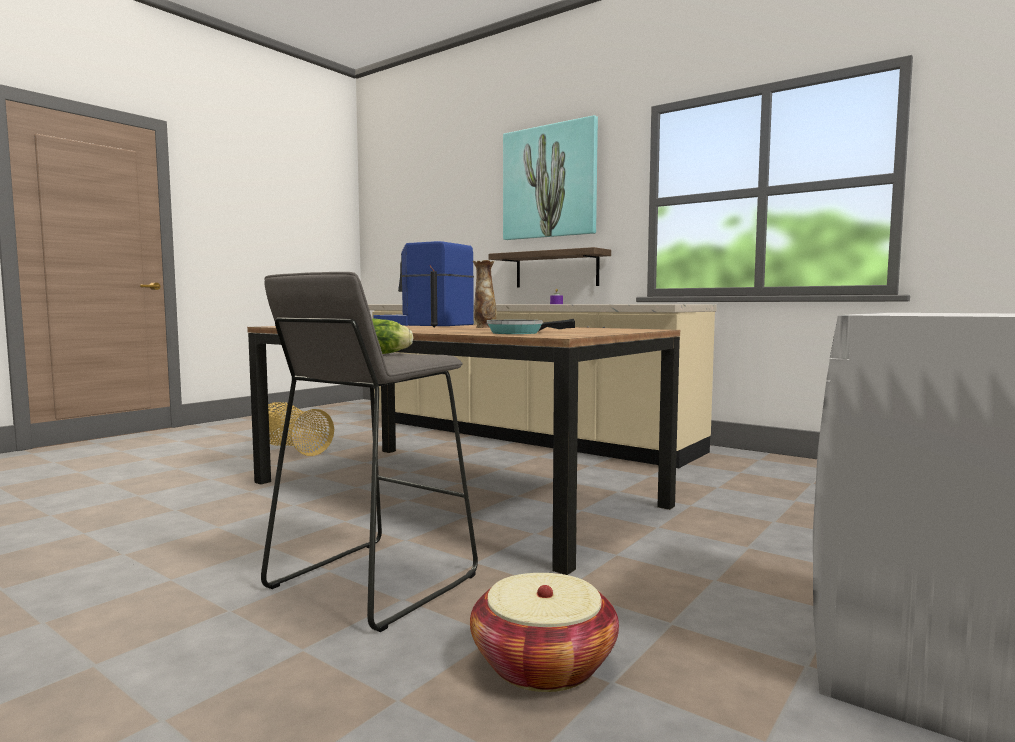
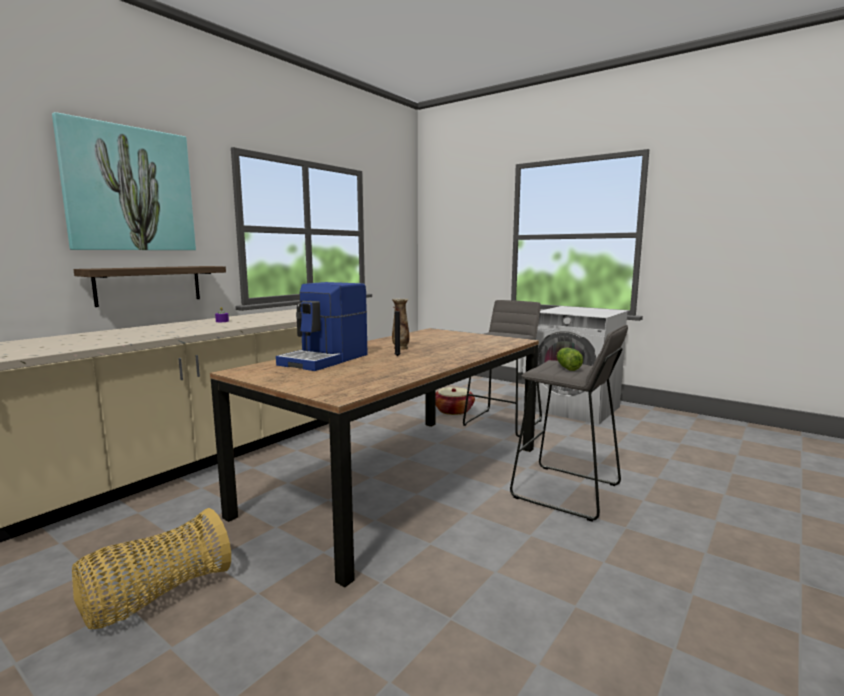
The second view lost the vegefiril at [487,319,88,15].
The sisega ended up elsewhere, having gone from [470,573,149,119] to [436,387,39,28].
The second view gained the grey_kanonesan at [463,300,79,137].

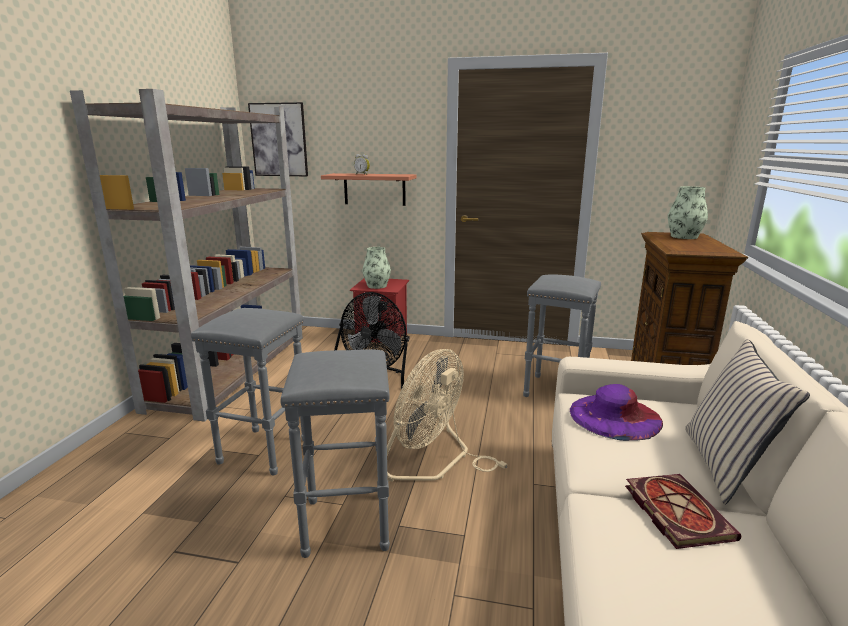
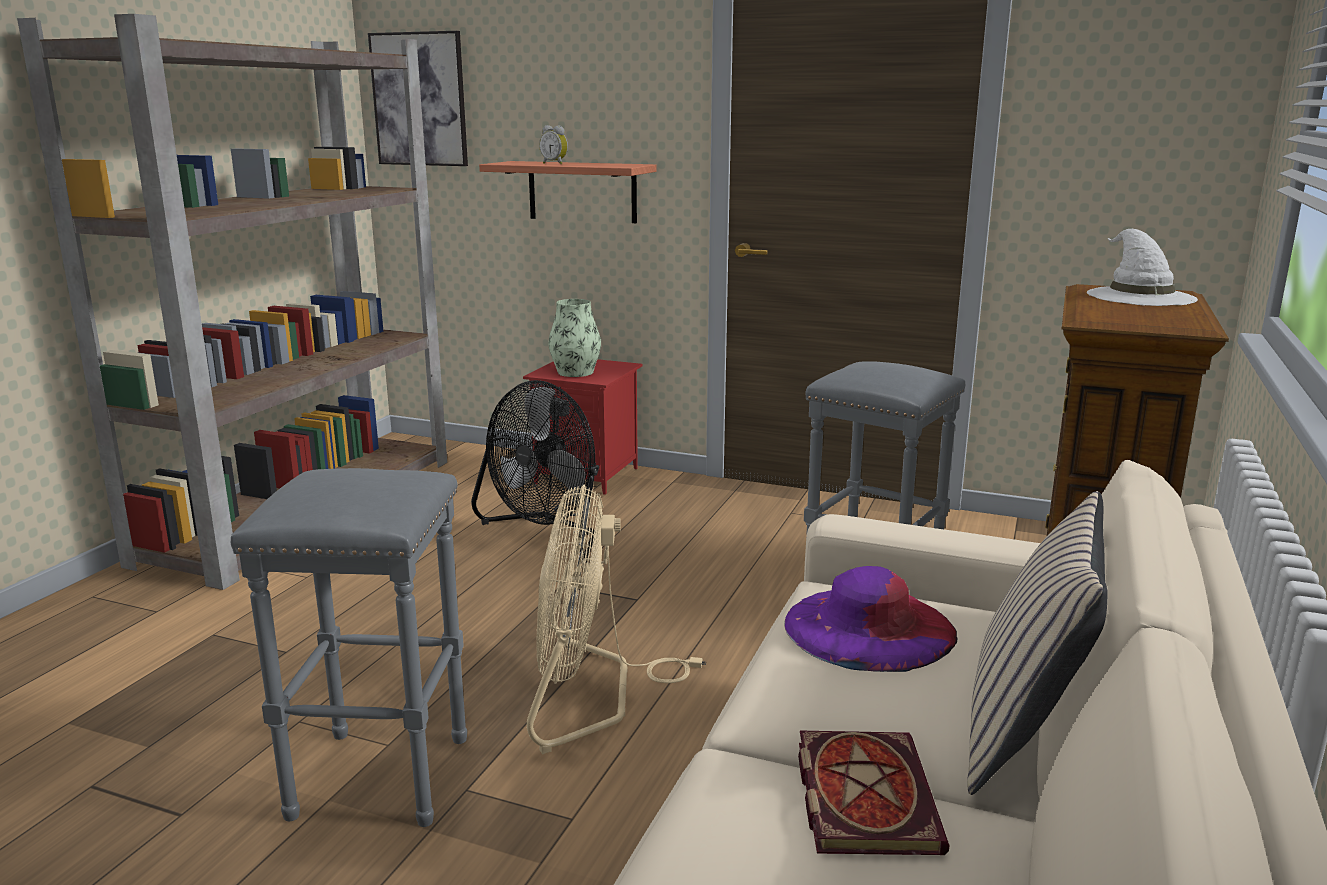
Where the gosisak stood at [668,186,40,53], the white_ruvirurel came to stand at [1087,229,111,77].
The second view lost the grey_kanonesan at [191,308,113,167].
The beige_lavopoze at [387,349,120,133] ended up facing another way, 45 degrees counterclockwise from before.

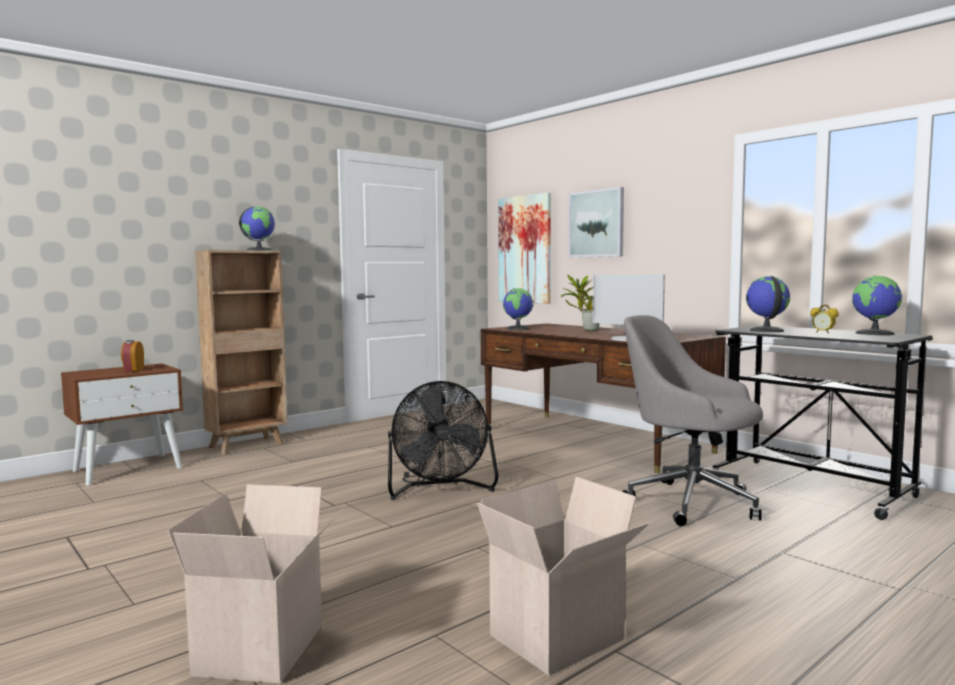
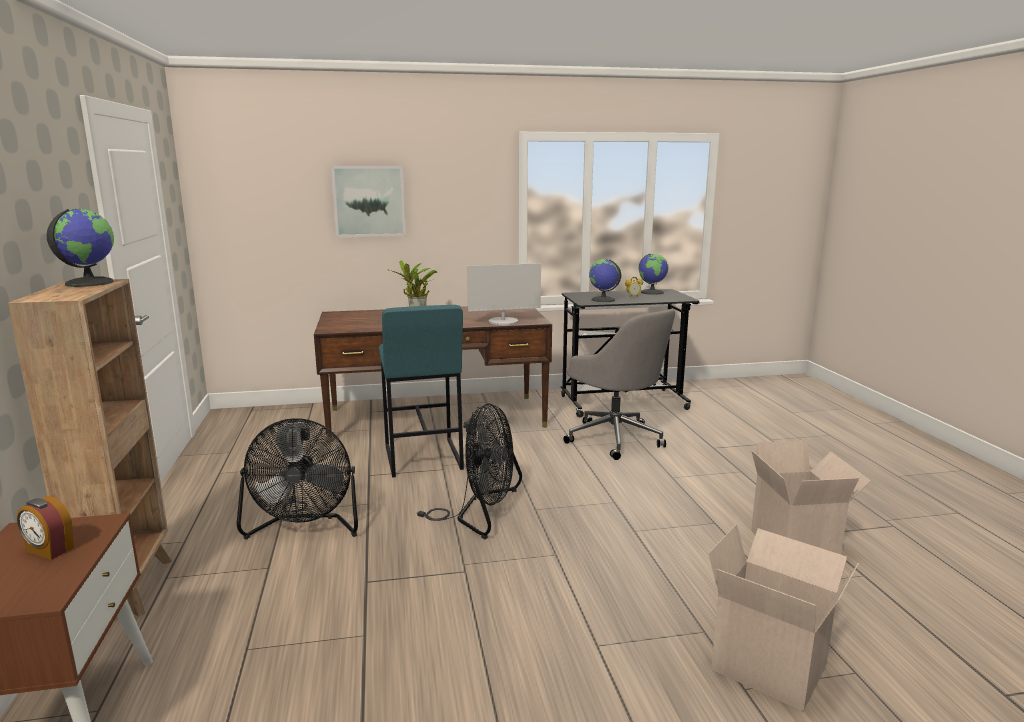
The second view lost the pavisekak at [498,193,53,111].
The second view lost the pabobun at [503,288,30,42].
The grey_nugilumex at [622,315,141,211] ended up facing another way, 105 degrees counterclockwise from before.
The second view gained the turquoise_kanonesan at [379,305,85,172].
The second view gained the black_lavopoze at [237,418,121,122].

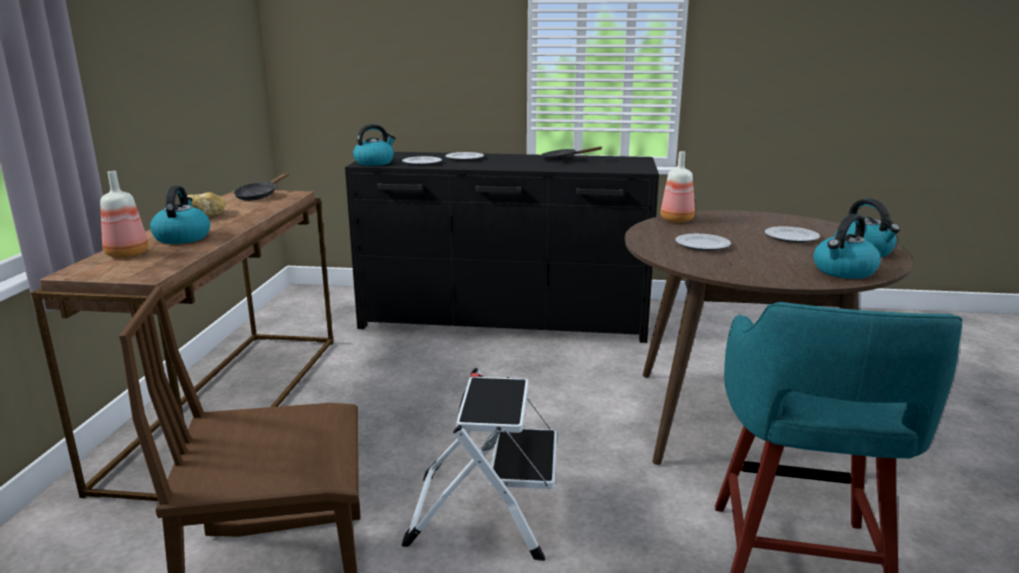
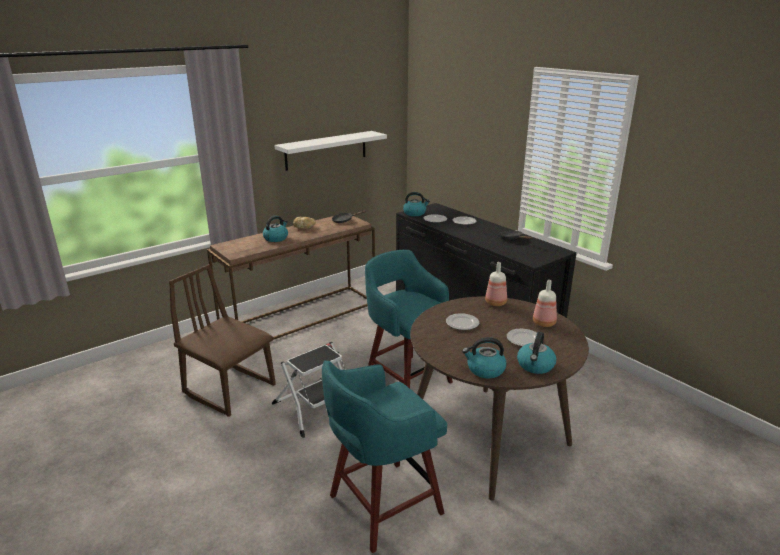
The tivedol ended up elsewhere, having gone from [100,171,49,87] to [533,280,24,47].
The second view gained the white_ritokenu at [274,131,113,40].
The second view gained the turquoise_kanonesan at [365,250,88,138].

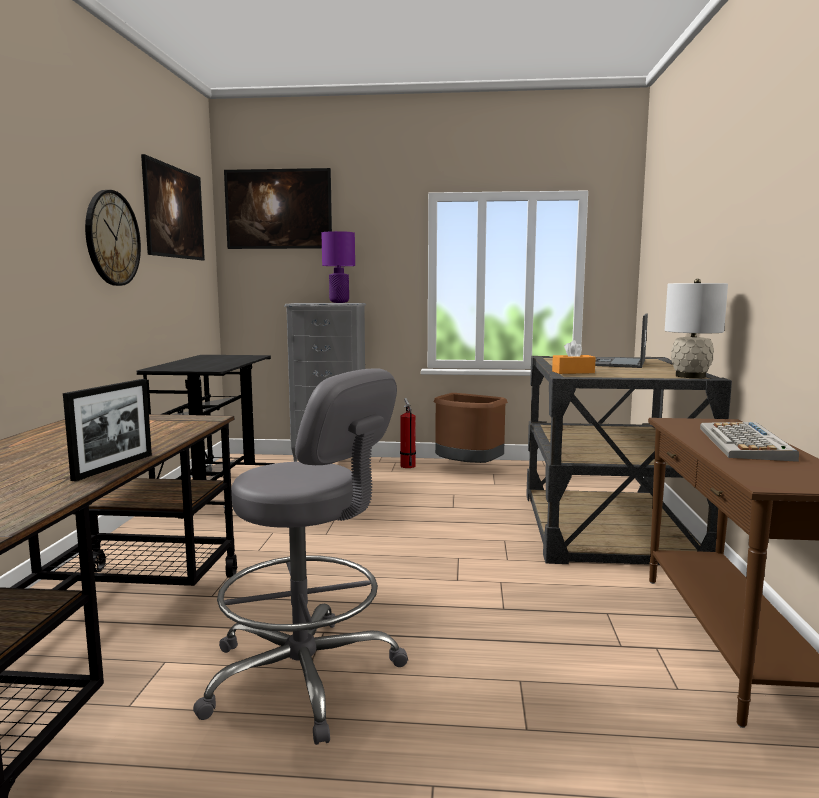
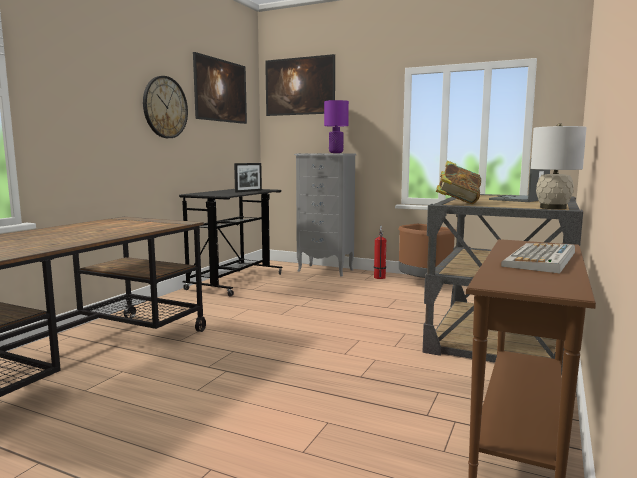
Where the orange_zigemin stood at [552,340,44,34], the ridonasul came to stand at [436,161,45,43].
The second view lost the grey_kanonesan at [193,368,215,377].
The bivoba ended up elsewhere, having gone from [63,379,89,103] to [234,163,28,30].

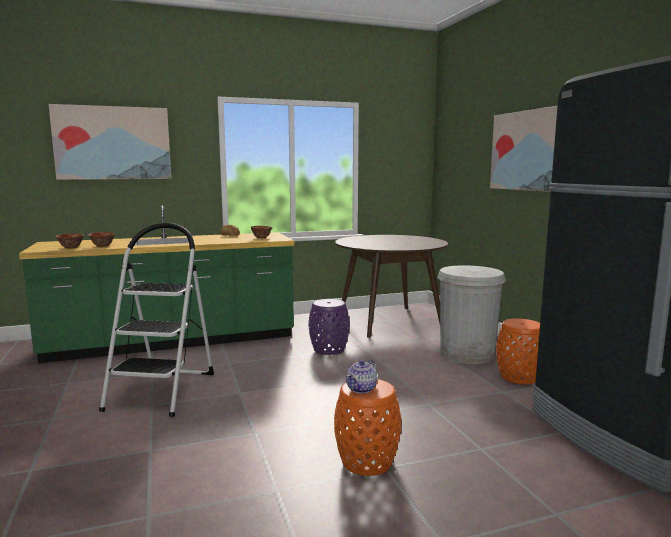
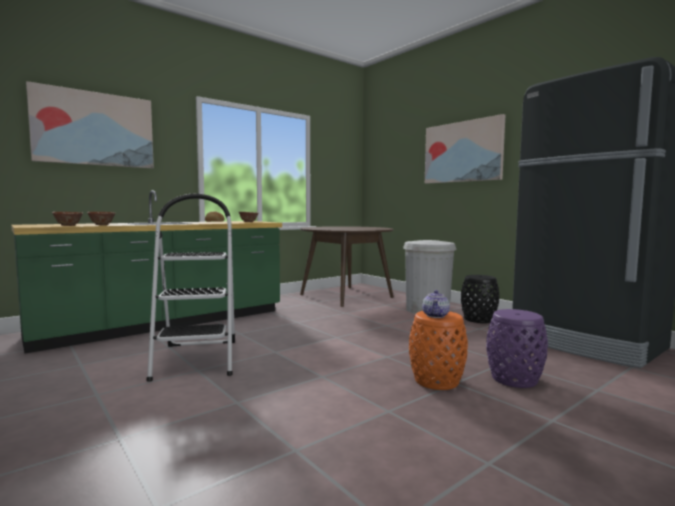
The purple_kanonesan ended up elsewhere, having gone from [308,299,42,56] to [486,309,62,79].
What was the orange_kanonesan at [496,319,44,65] turned into the black_kanonesan at [461,275,38,48].

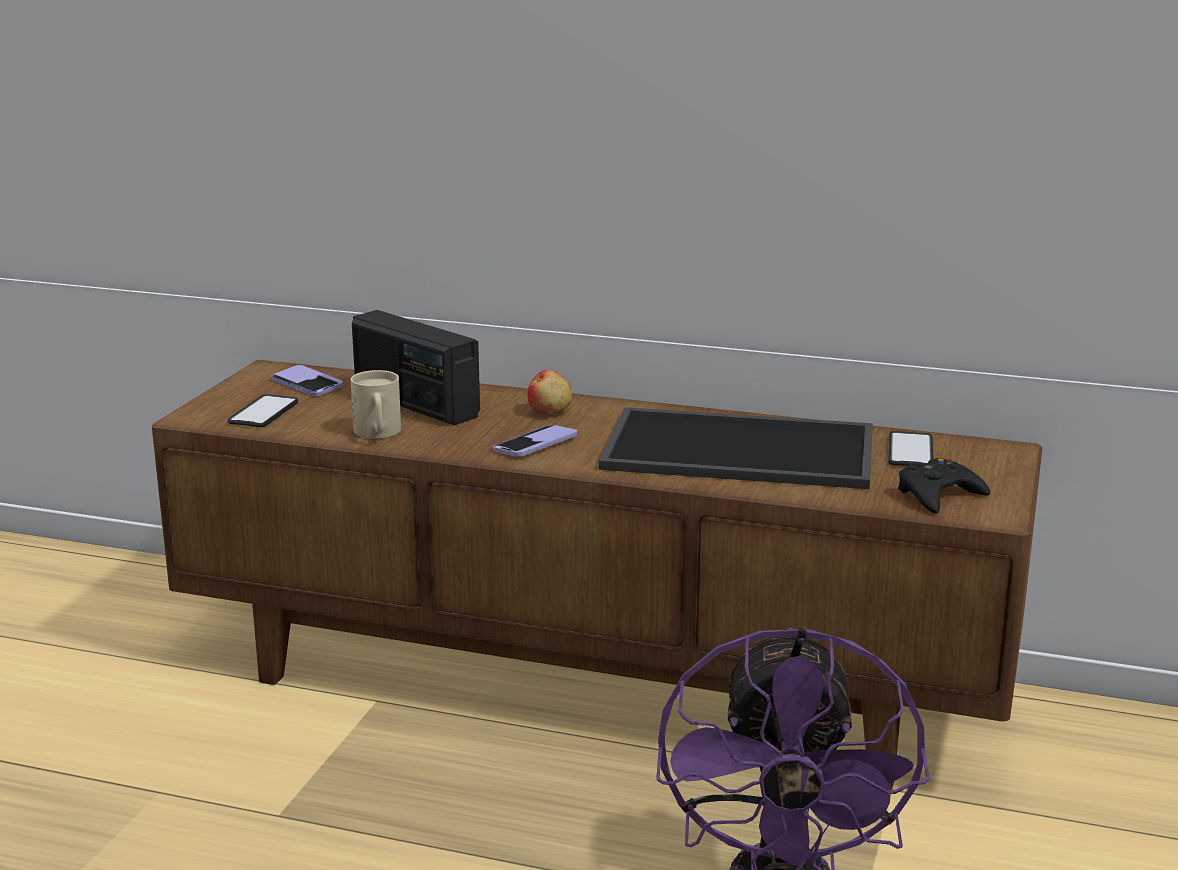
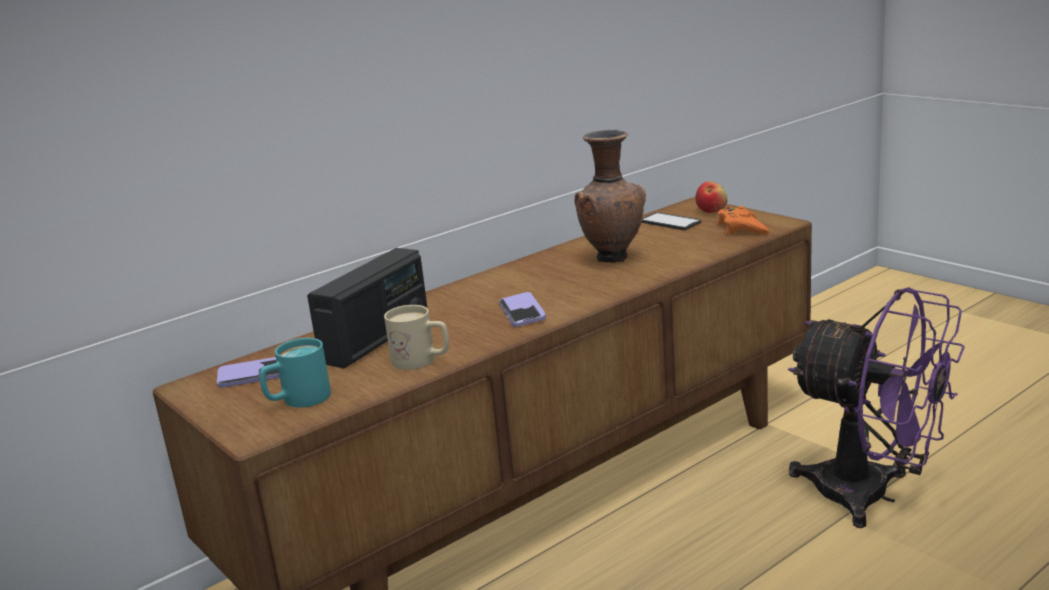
The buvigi at [352,310,128,115] ended up facing another way, 45 degrees counterclockwise from before.
The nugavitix ended up elsewhere, having gone from [527,369,45,46] to [695,181,33,32].
Where the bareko stood at [228,394,70,33], the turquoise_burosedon came to stand at [259,338,72,70].
Where the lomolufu stood at [599,407,274,82], the brown_gosisak came to stand at [574,130,72,133].
What was the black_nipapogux at [898,458,92,56] turned into the orange_nipapogux at [718,206,52,29].

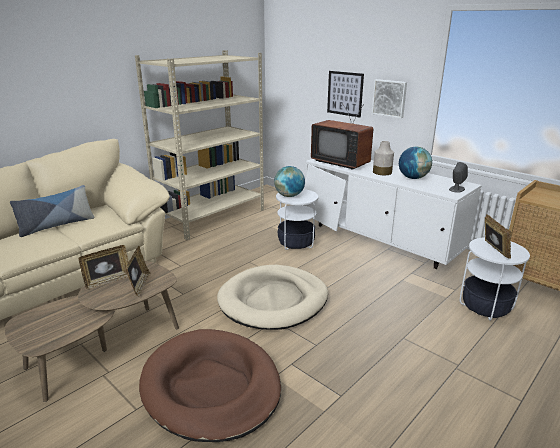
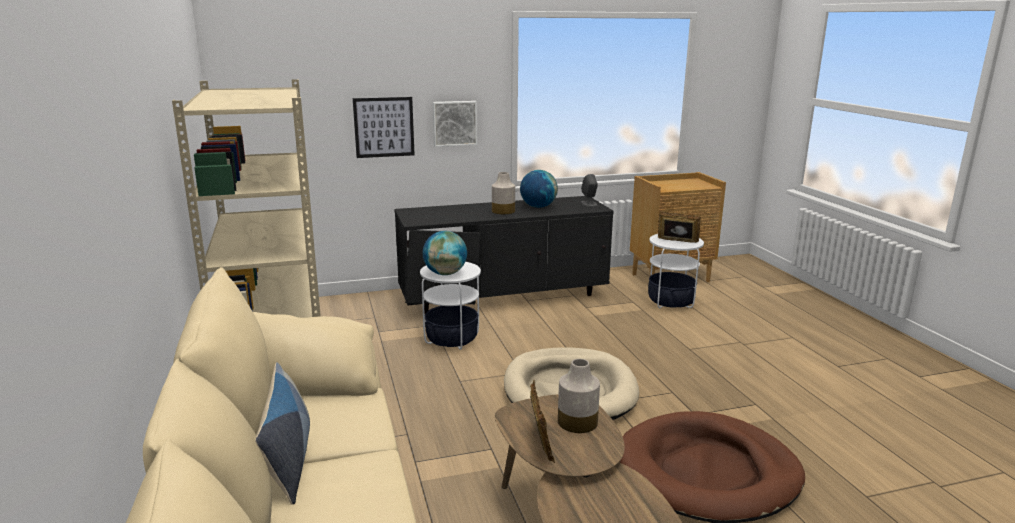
The second view lost the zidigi at [311,104,62,66].
What was the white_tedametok at [303,159,179,110] turned into the black_tedametok at [394,196,220,118].
Where the bivoba stood at [125,246,26,51], the beige_gosisak came to stand at [558,359,42,74].

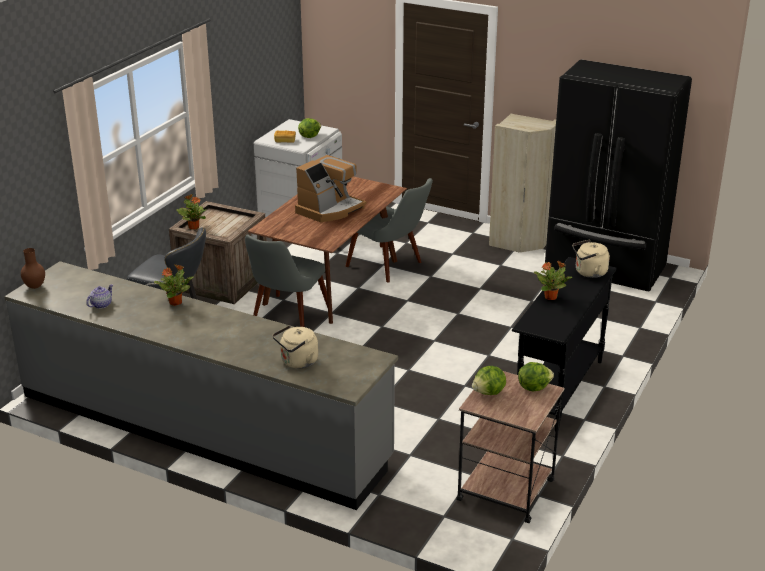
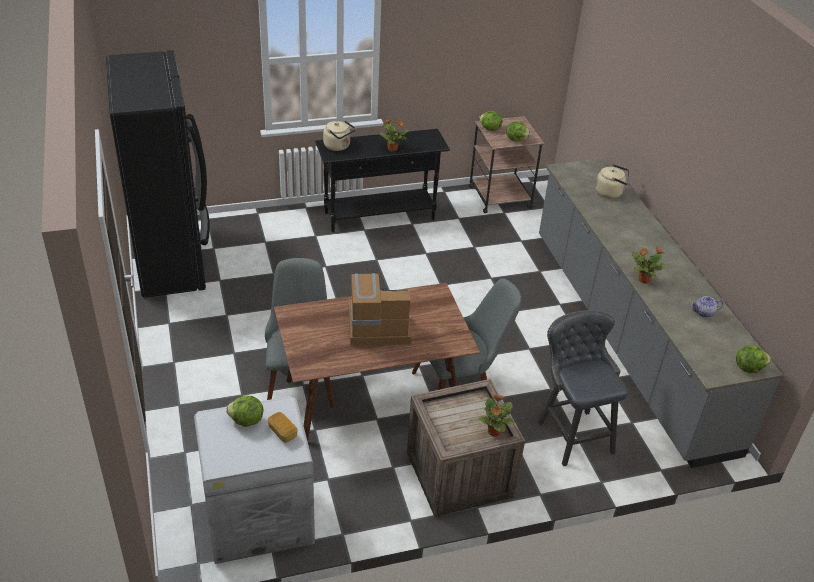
The second view lost the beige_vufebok at [489,114,67,139].
Where the brown_gosisak stood at [21,248,24,41], the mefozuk came to stand at [736,345,35,28].

